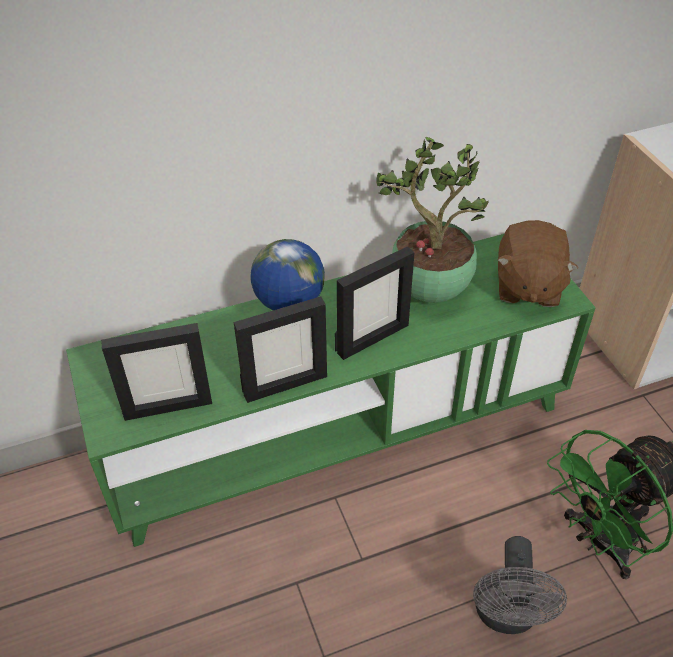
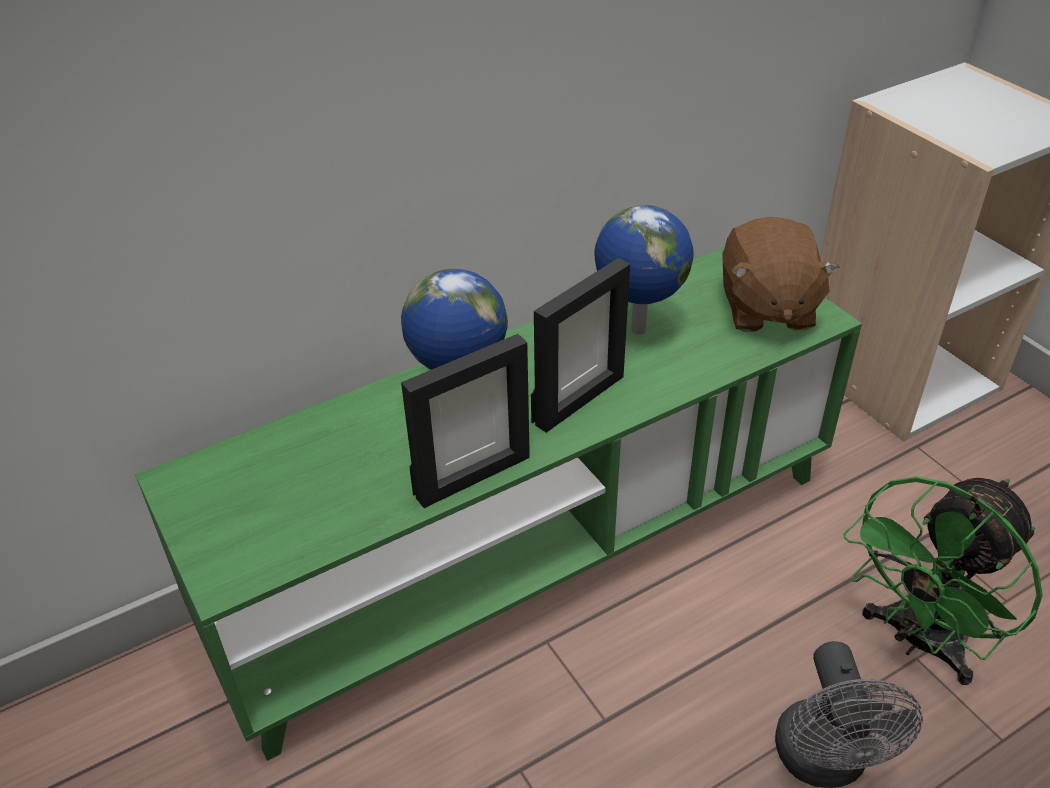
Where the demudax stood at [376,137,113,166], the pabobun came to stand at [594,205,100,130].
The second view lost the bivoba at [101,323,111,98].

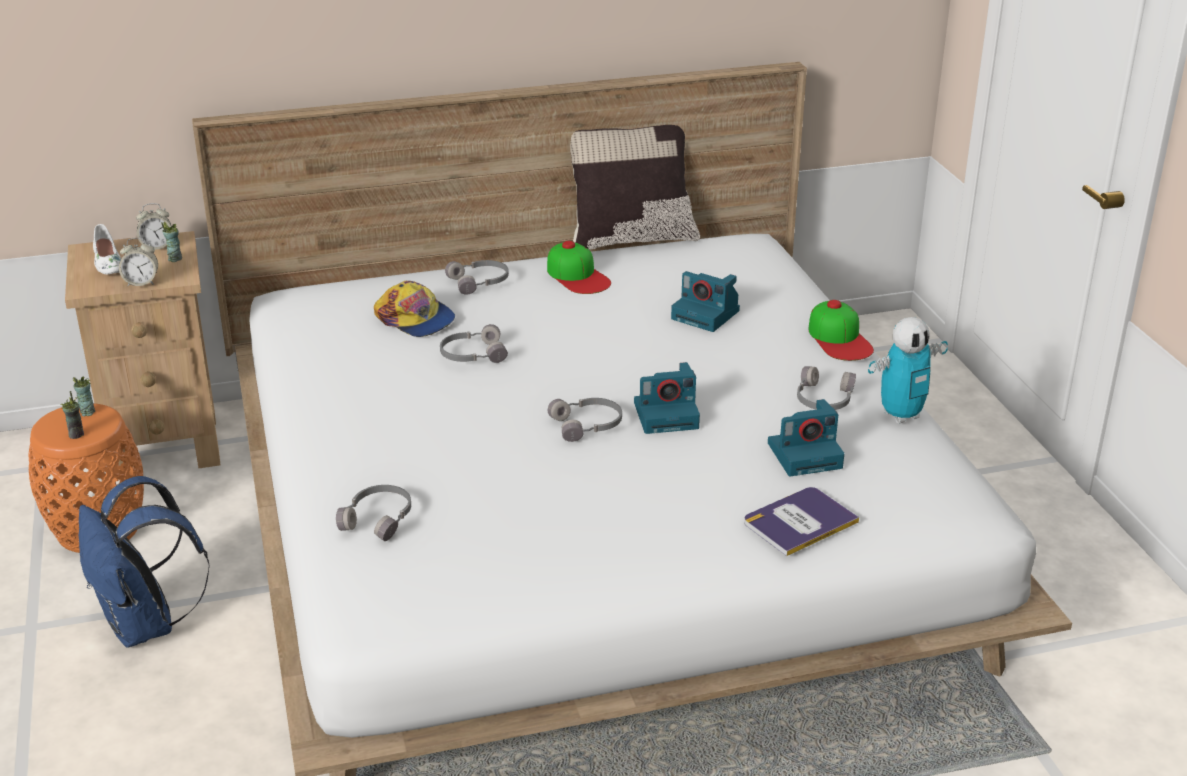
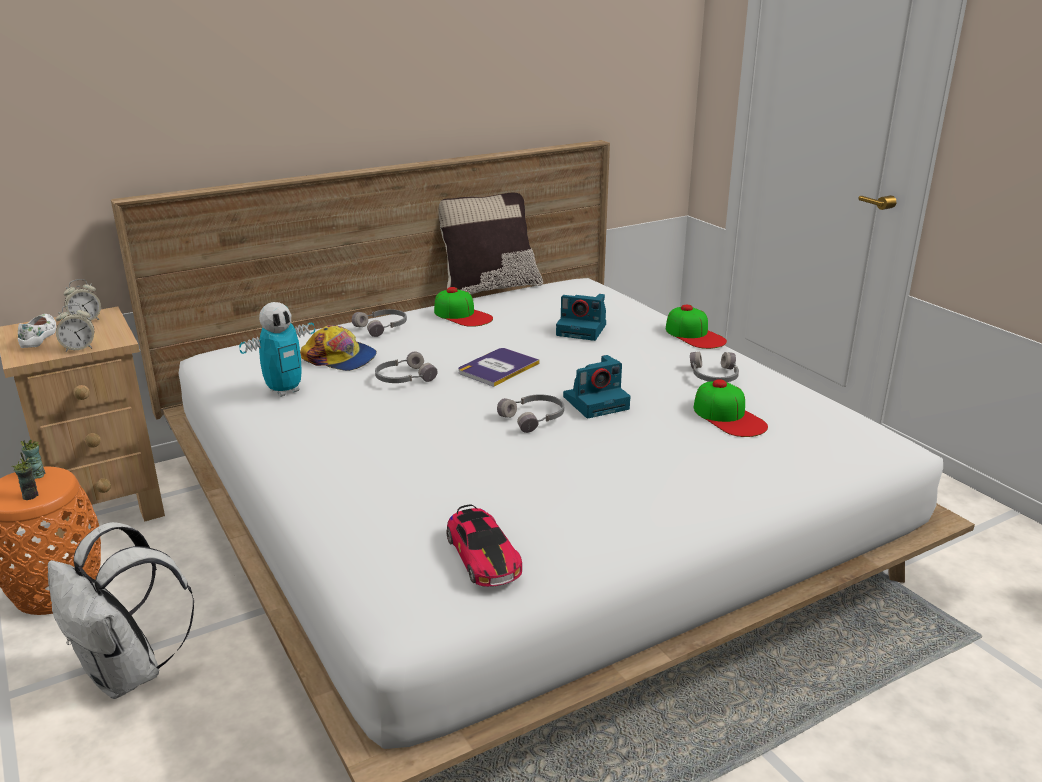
The second view lost the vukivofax at [161,222,21,40].
The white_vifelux at [93,224,28,50] ended up facing another way, 150 degrees counterclockwise from before.
The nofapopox ended up elsewhere, having gone from [868,317,80,107] to [239,302,76,95].
Where the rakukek stood at [768,399,76,77], the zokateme came to stand at [693,379,75,58].
What was the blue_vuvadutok at [79,476,131,172] turned into the white_vuvadutok at [48,522,147,177].
The second view lost the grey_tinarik at [336,485,75,56].
The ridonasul ended up elsewhere, having gone from [744,487,115,69] to [458,348,81,39].
The second view gained the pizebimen at [446,504,76,83].

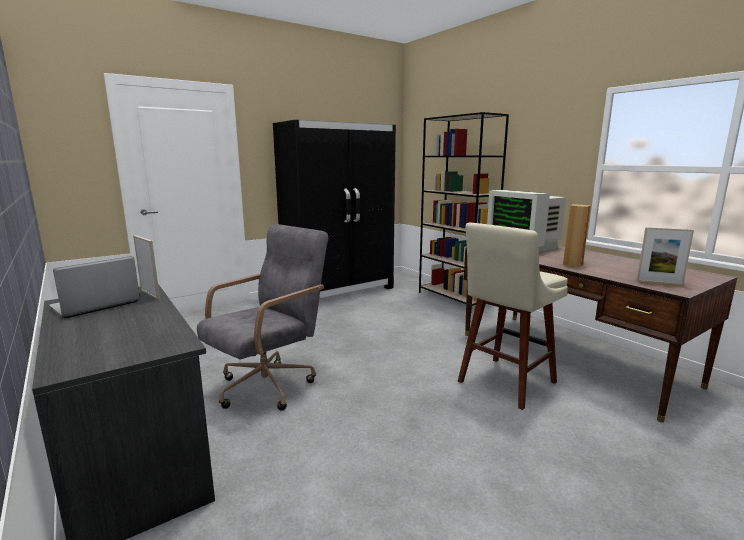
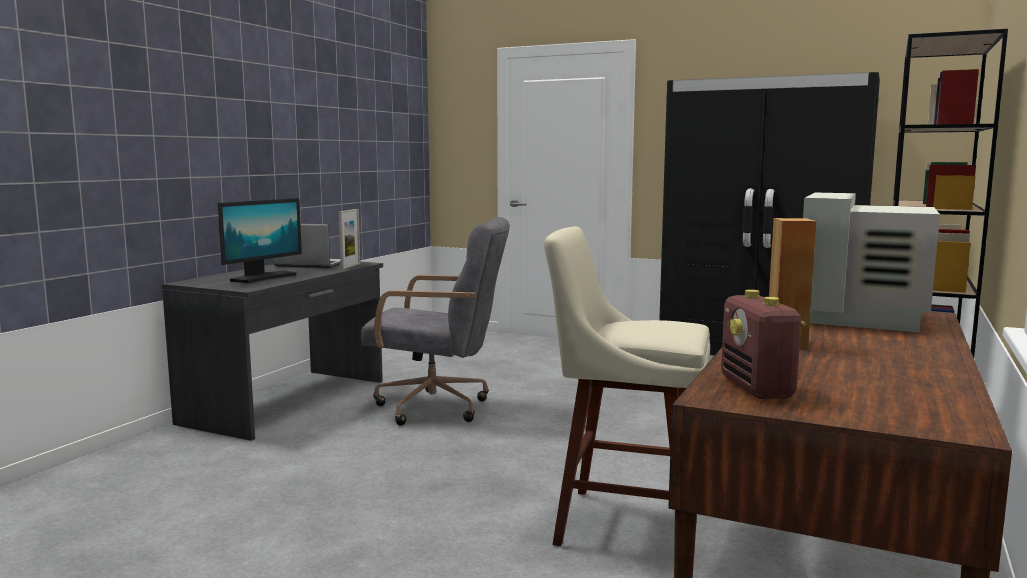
Where the bivoba stood at [637,227,57,58], the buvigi came to stand at [721,289,85,110].
The second view gained the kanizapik at [218,198,84,85].

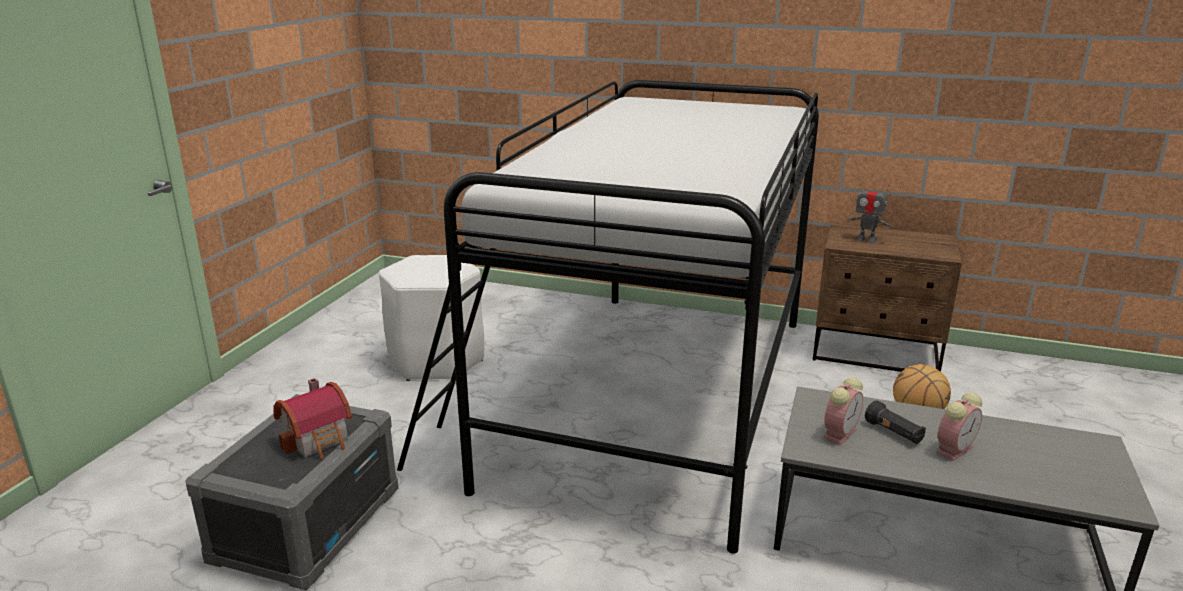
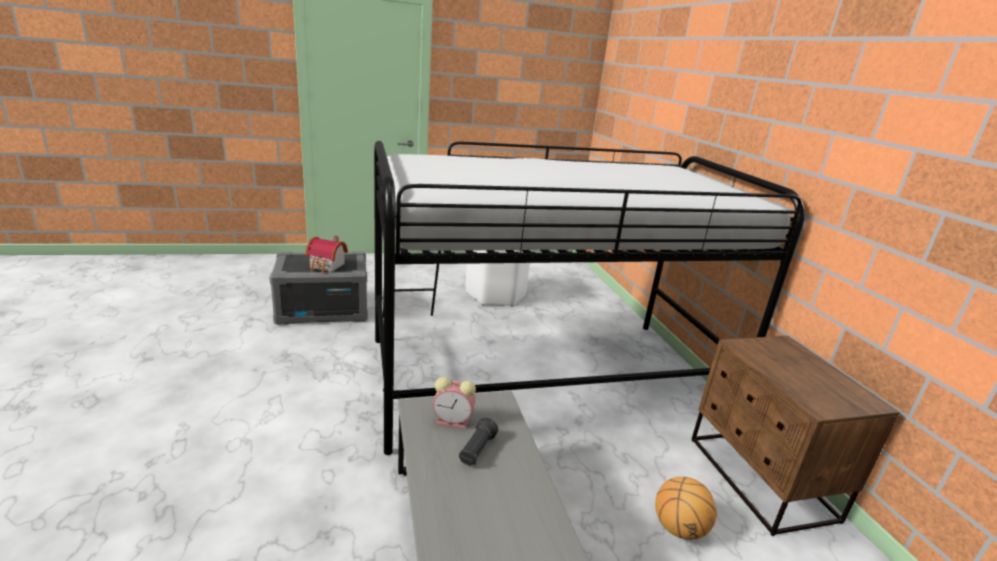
The second view lost the nofapopox at [846,179,46,64].
The second view lost the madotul at [936,393,46,68].

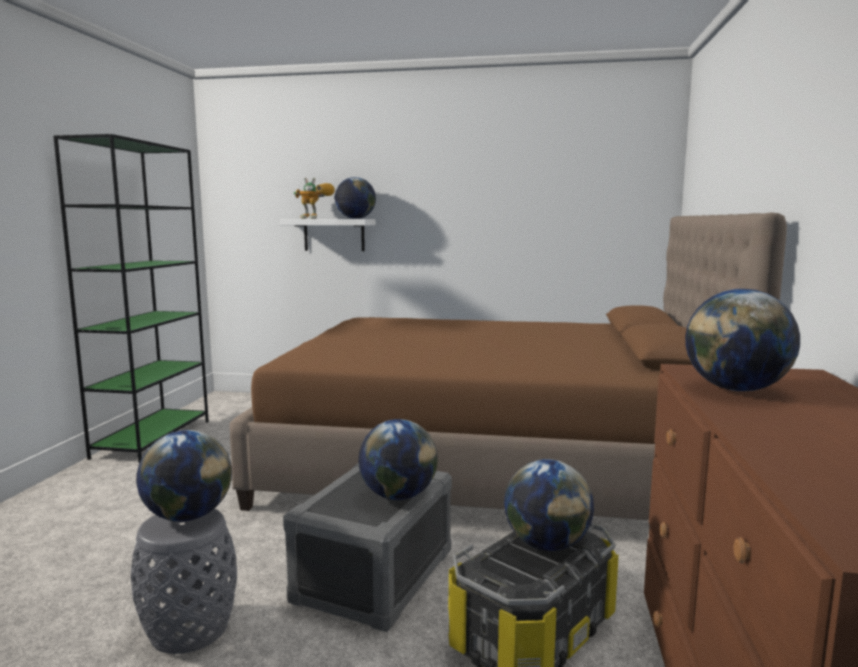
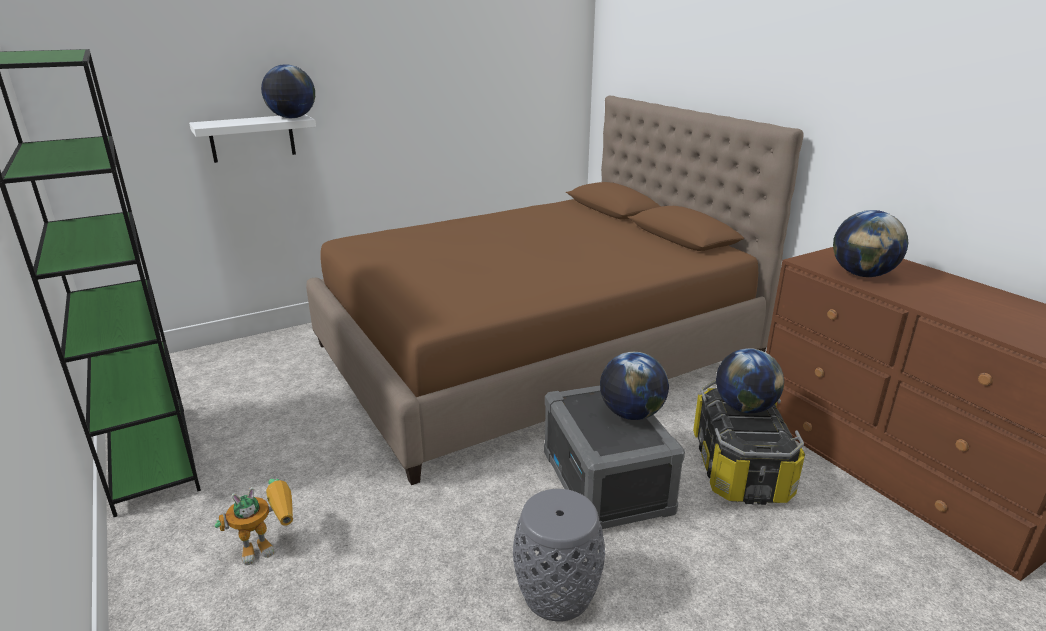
The nofapopox ended up elsewhere, having gone from [294,178,41,41] to [215,479,78,86].
The second view lost the pabobun at [136,430,96,91].

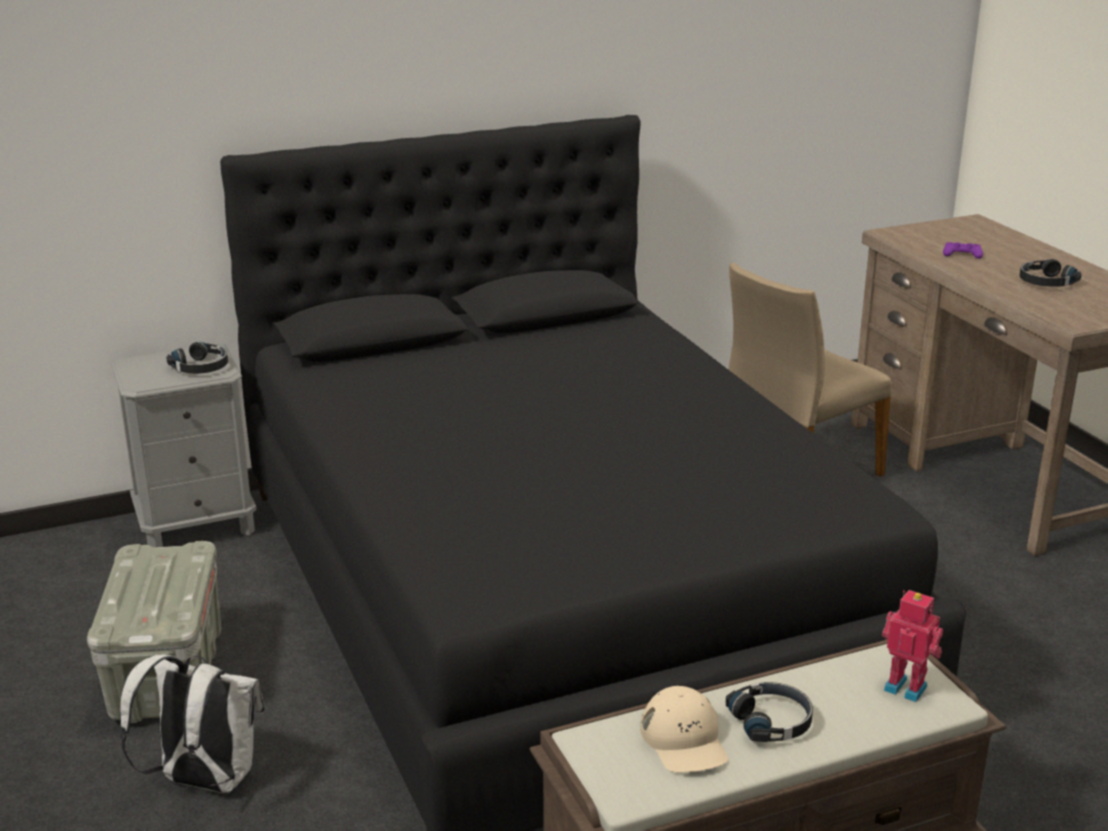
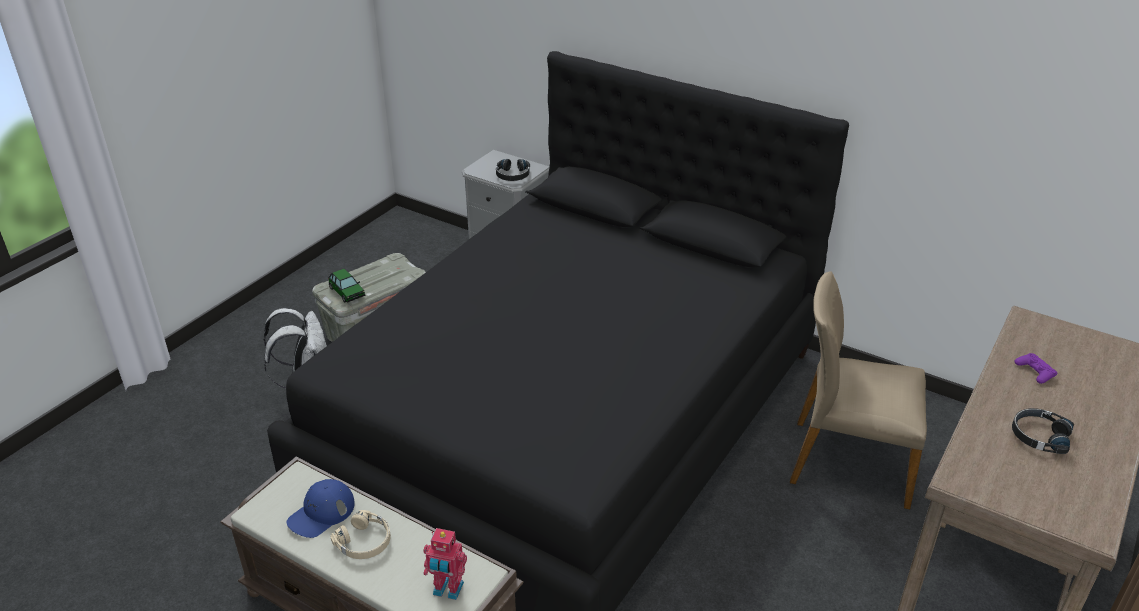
The nofapopox at [882,590,61,112] ended up facing another way, 105 degrees clockwise from before.
What was the black_tinarik at [726,682,87,60] turned into the beige_tinarik at [330,510,61,49].
What was the beige_zokateme at [641,686,87,86] turned into the blue_zokateme at [287,479,68,59].
The second view gained the pizebimen at [328,268,38,35].

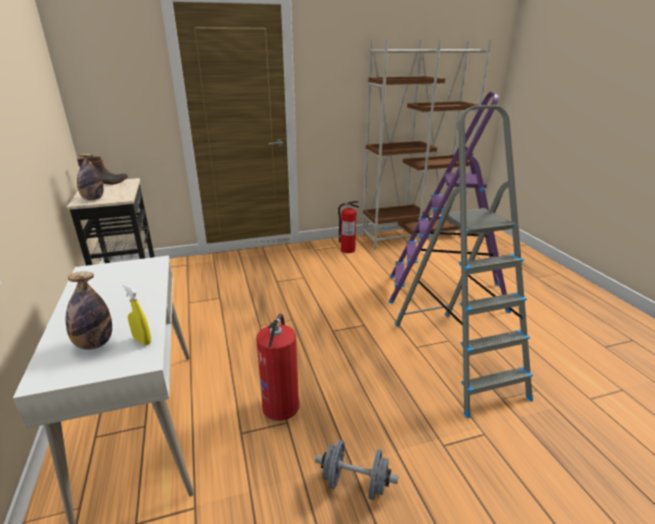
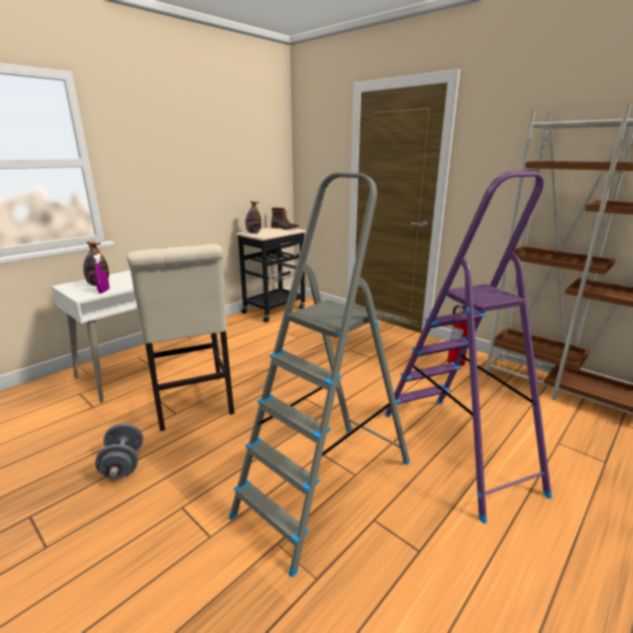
What was the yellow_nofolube at [122,284,29,61] turned into the purple_nofolube at [93,253,17,40].
Where the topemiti stood at [256,314,43,107], the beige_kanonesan came to stand at [127,244,107,187].

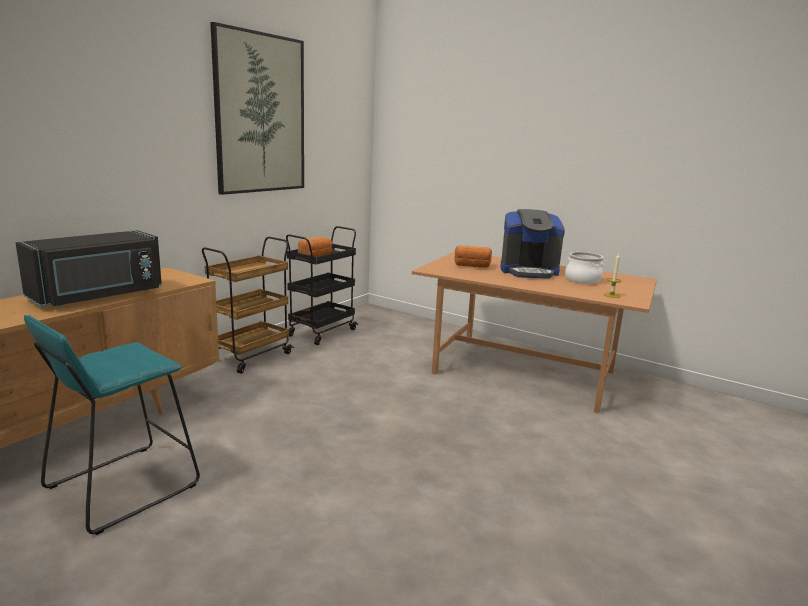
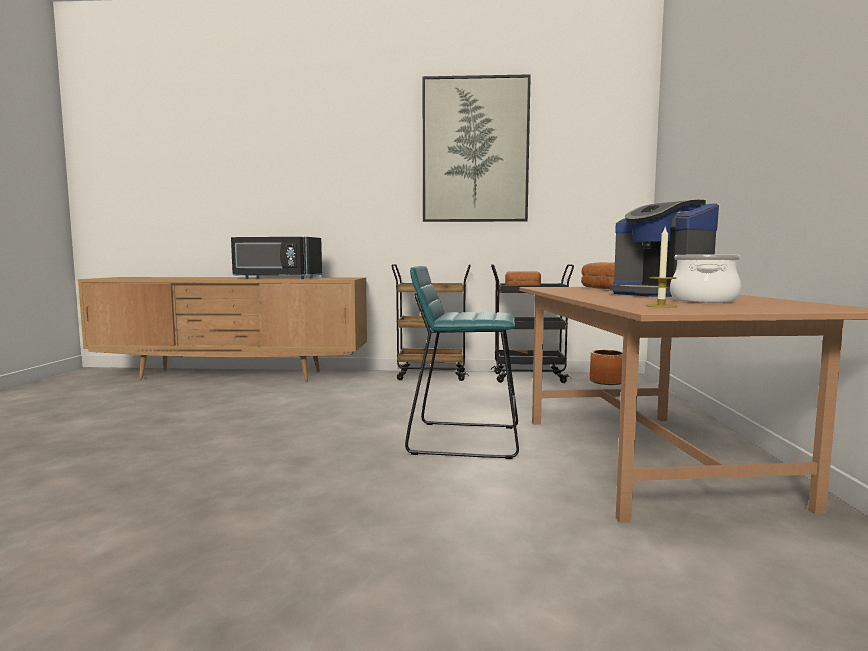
The turquoise_kanonesan ended up elsewhere, having gone from [24,315,176,220] to [405,266,114,193].
The second view gained the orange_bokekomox at [590,350,33,35].

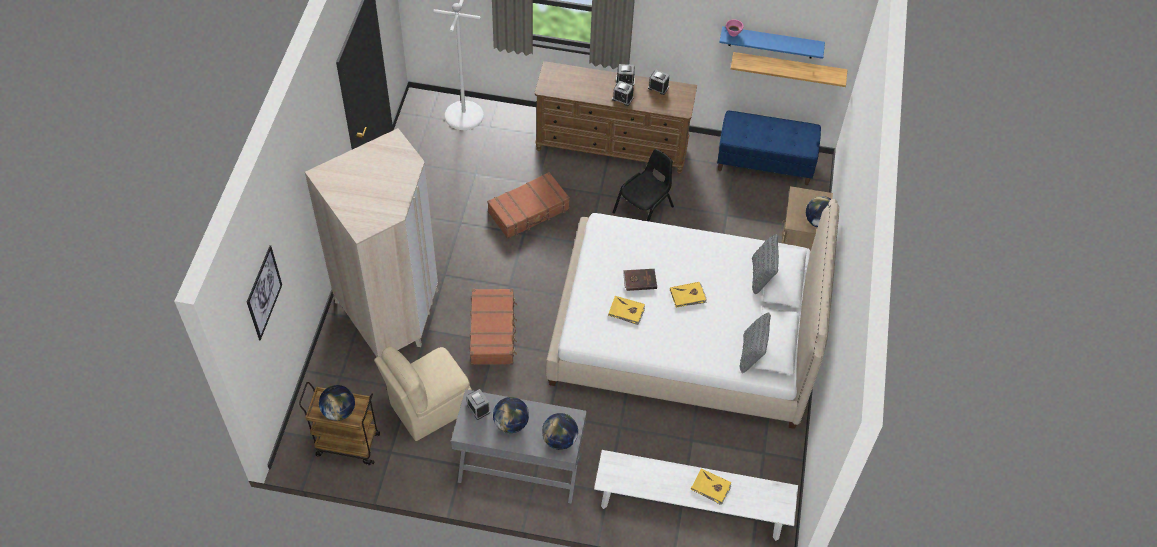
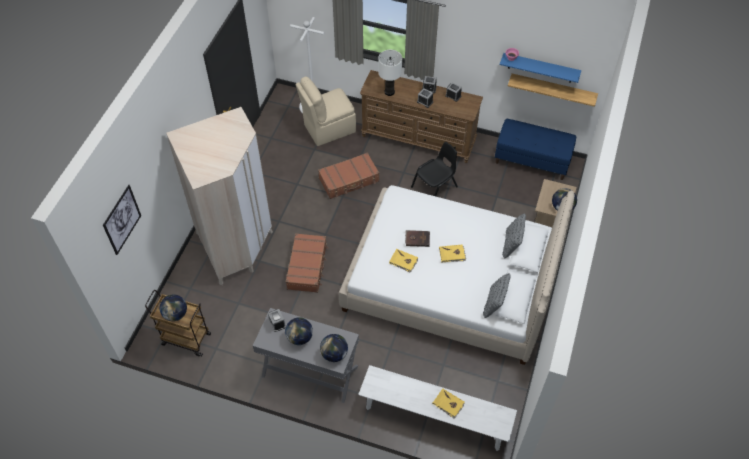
The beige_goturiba ended up elsewhere, having gone from [374,346,98,95] to [296,76,60,70].
The second view gained the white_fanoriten at [378,50,24,46].

